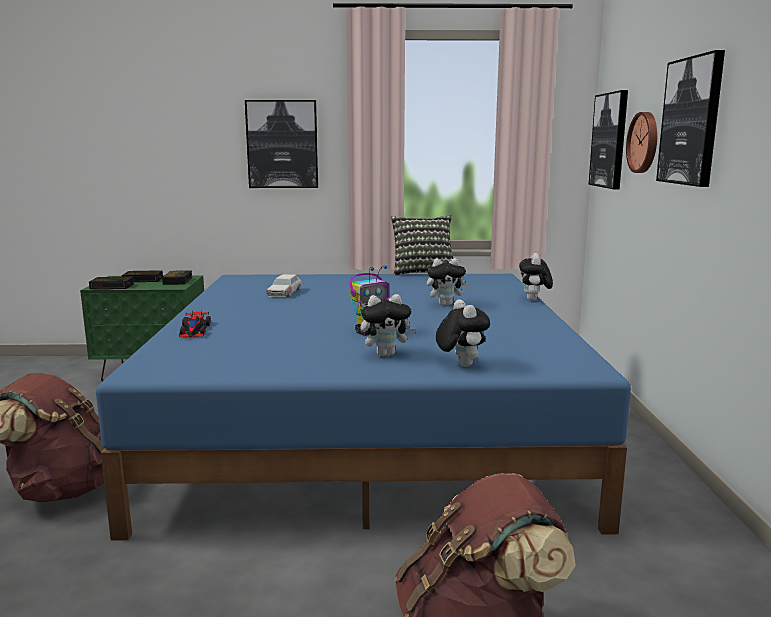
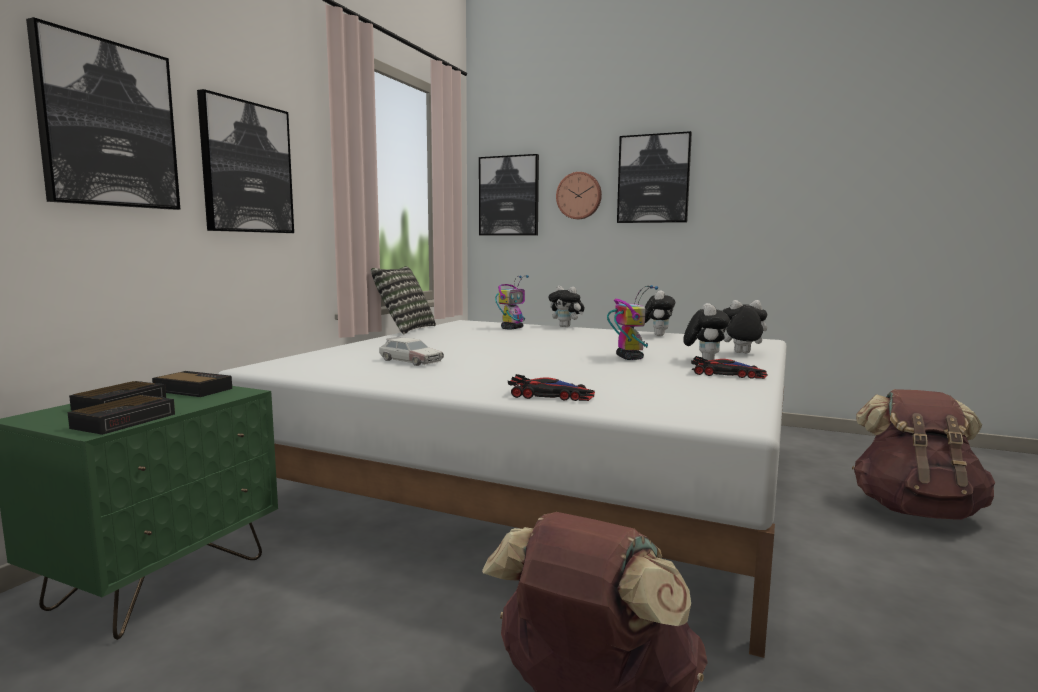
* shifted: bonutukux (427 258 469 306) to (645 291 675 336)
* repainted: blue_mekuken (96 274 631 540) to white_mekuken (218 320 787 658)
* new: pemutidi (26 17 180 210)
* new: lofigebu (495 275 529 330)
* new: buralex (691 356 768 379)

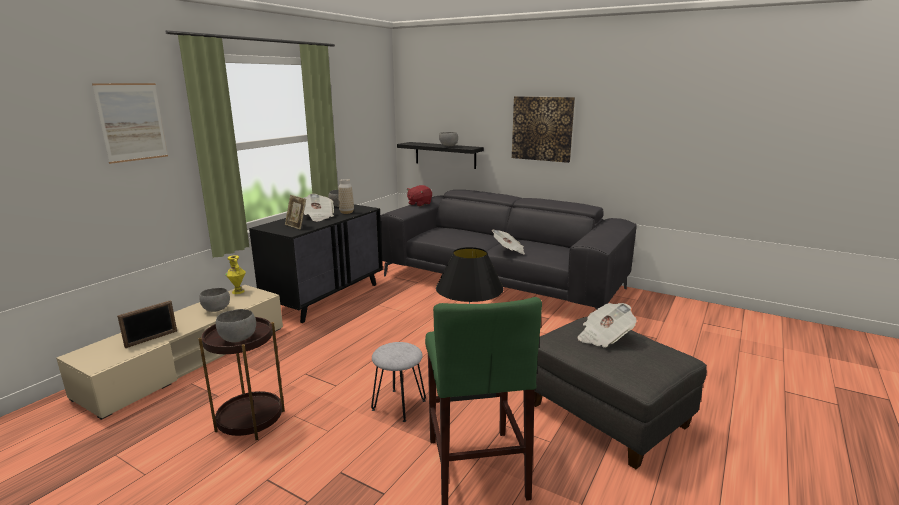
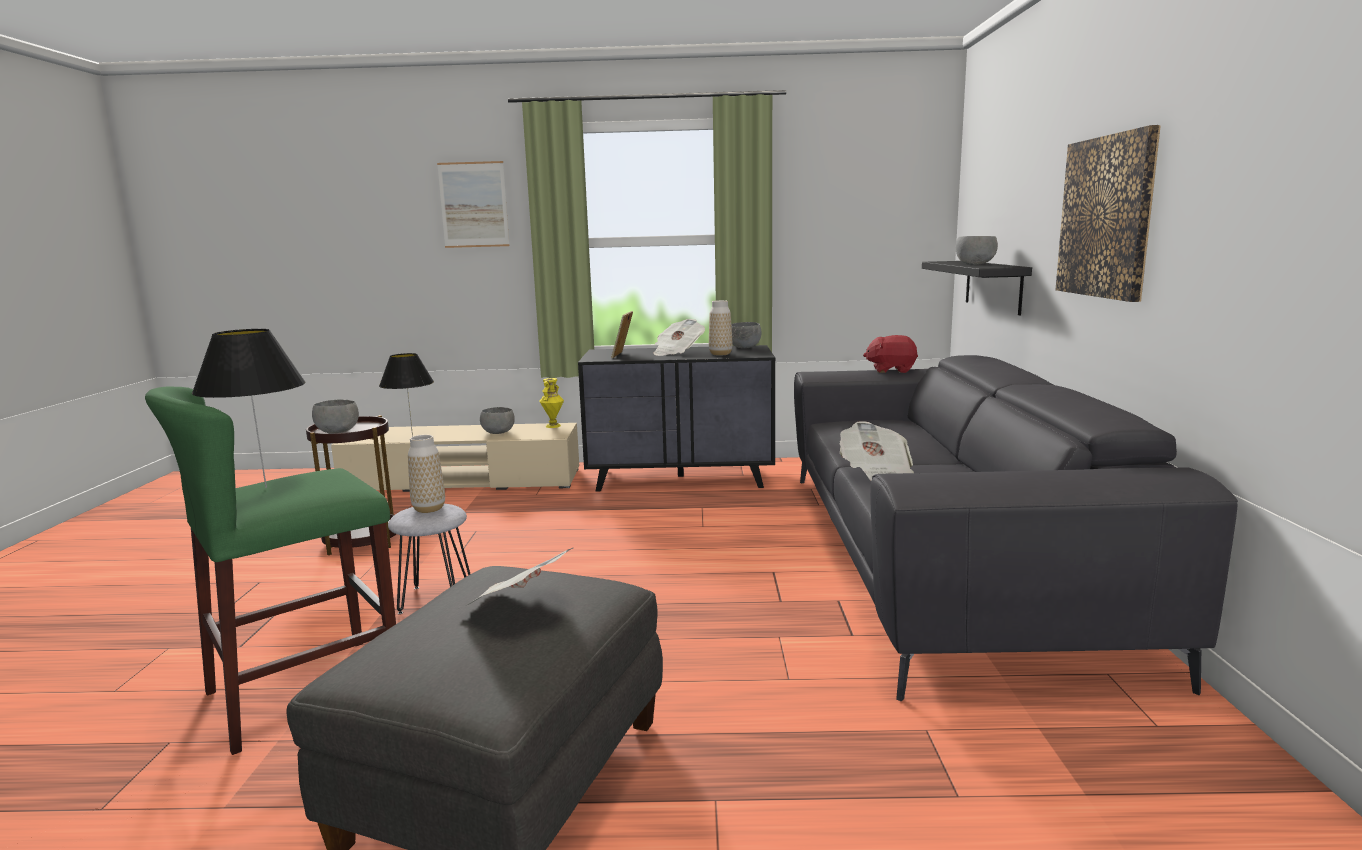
* swapped: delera (117 300 177 348) to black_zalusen (379 353 434 437)
* new: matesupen (408 435 445 513)

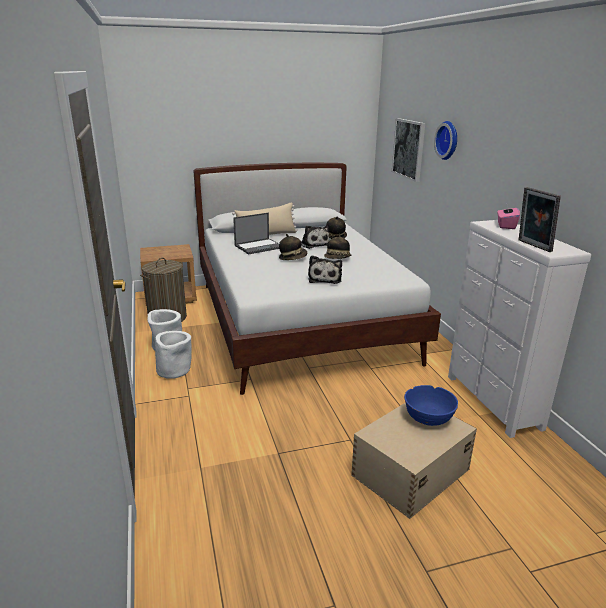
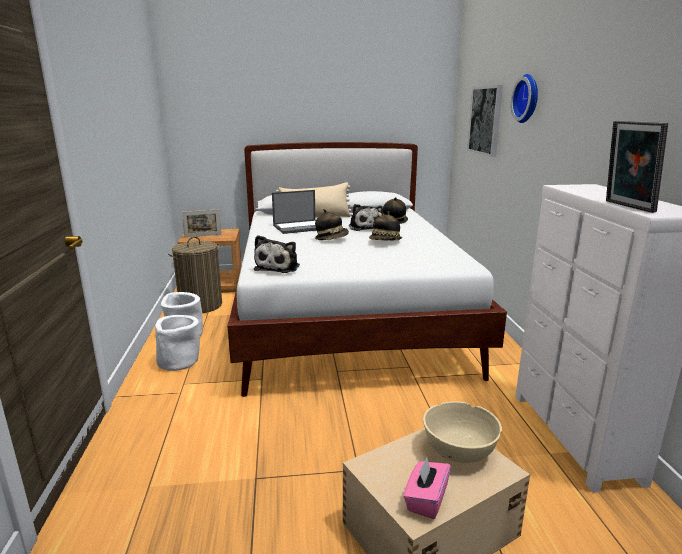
* shifted: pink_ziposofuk (497 206 520 229) to (404 458 451 519)
* shifted: bonutukux (308 255 342 284) to (254 235 300 273)
* repainted: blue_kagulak (404 385 458 426) to beige_kagulak (423 401 502 463)
* new: delera (182 209 221 238)

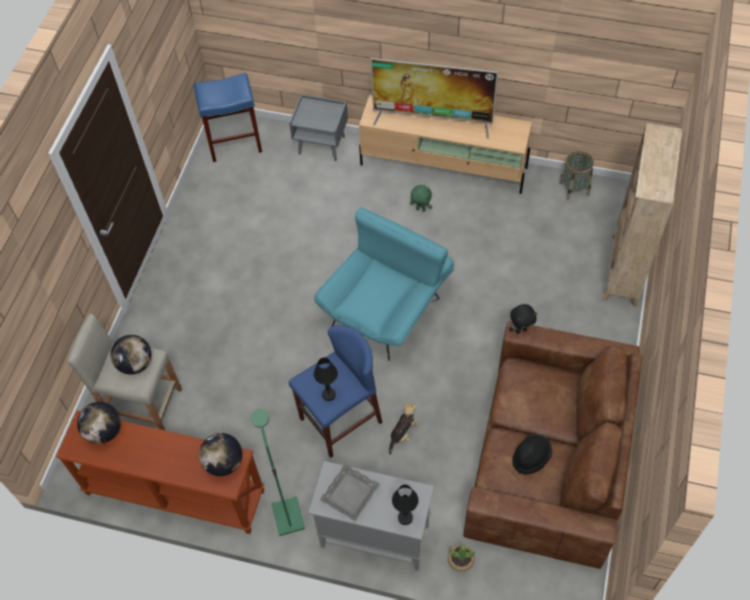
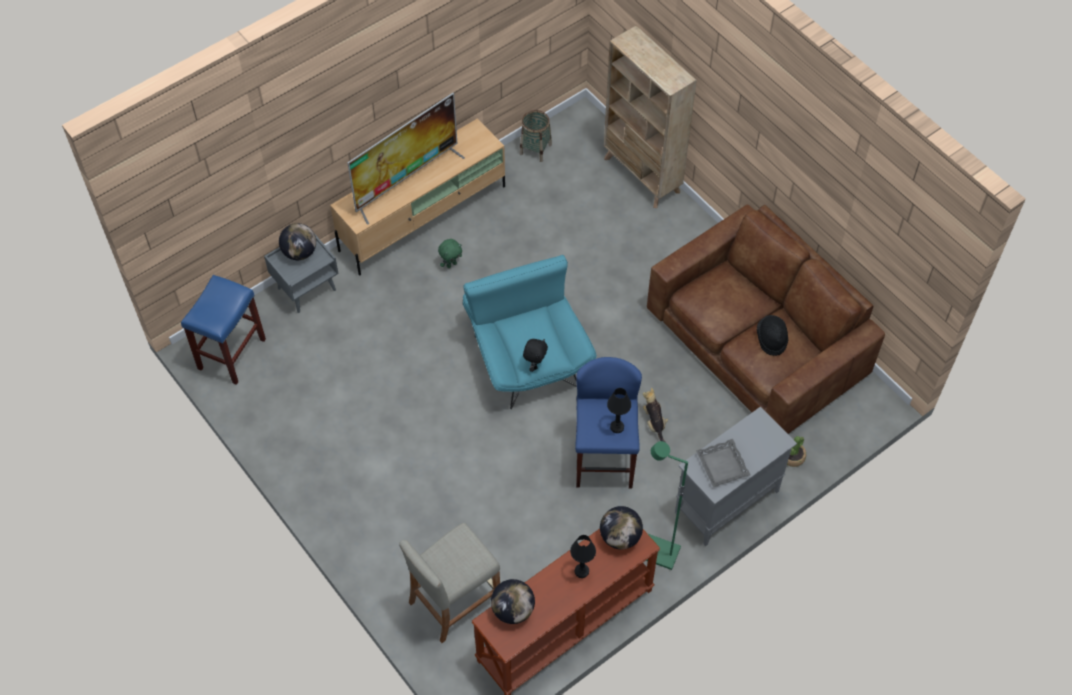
* shifted: black_bonutukux (509 304 537 334) to (523 339 548 372)
* shifted: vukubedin (111 335 151 375) to (279 223 316 260)
* shifted: black_zalusen (392 484 418 525) to (570 535 596 578)

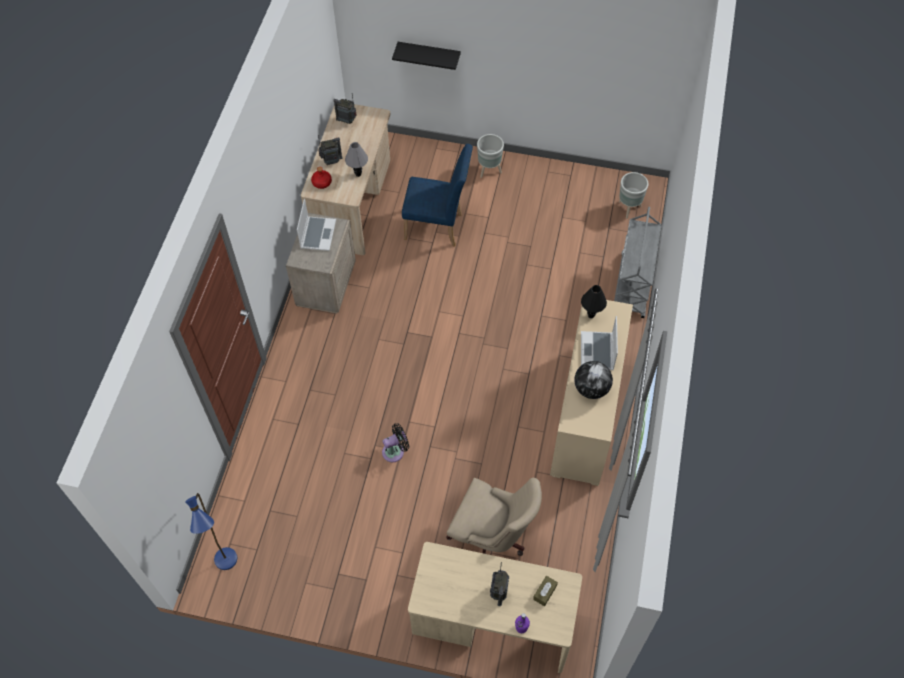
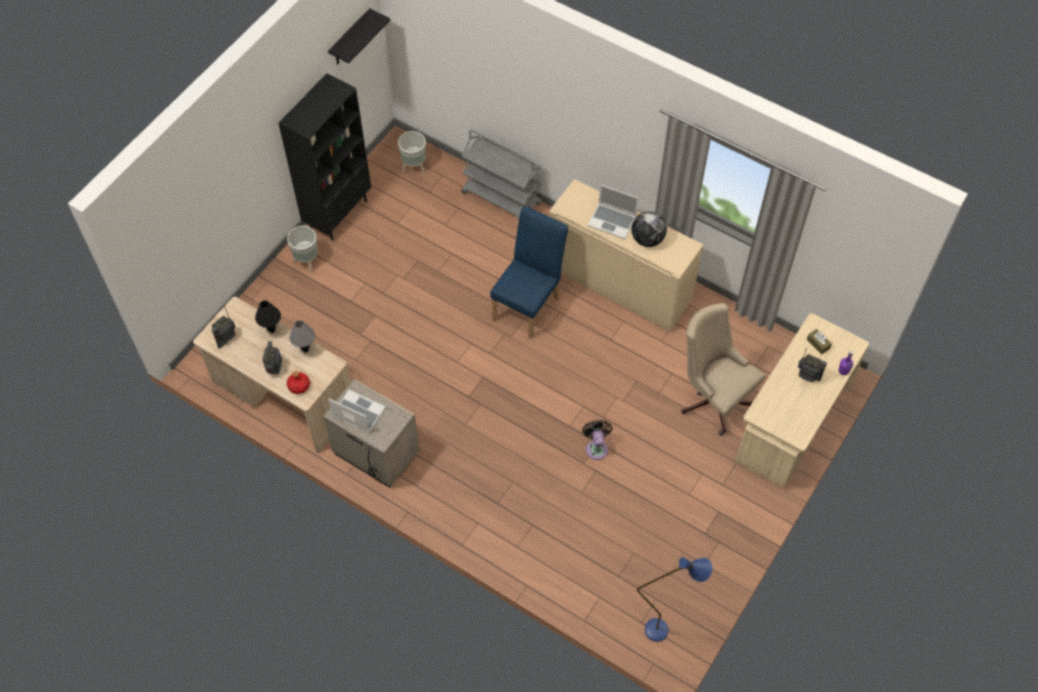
* shifted: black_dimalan (392 42 461 70) to (328 8 390 64)
* shifted: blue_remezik (402 144 473 247) to (490 206 568 339)
* shifted: black_zalusen (581 285 607 318) to (255 300 281 333)
* rotated: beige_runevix (446 478 542 556) = (681 303 766 436) 90 degrees counterclockwise
* new: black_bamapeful (279 73 371 240)

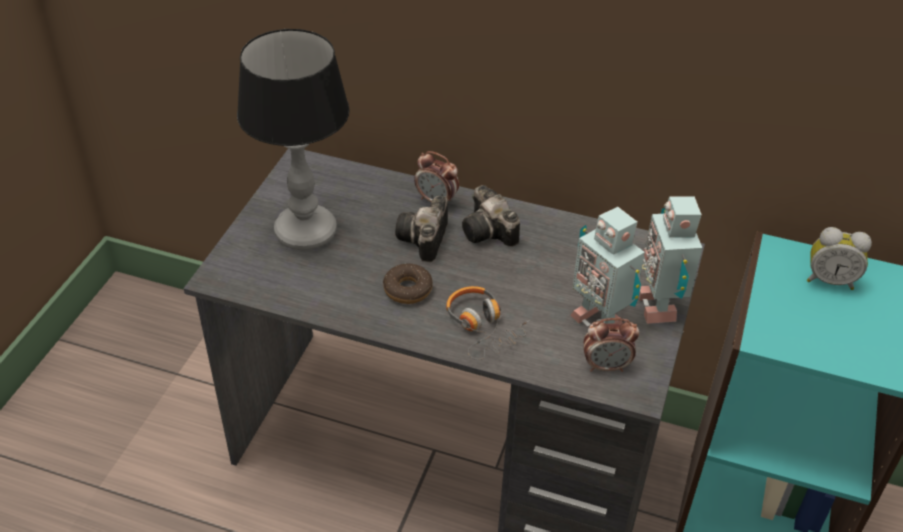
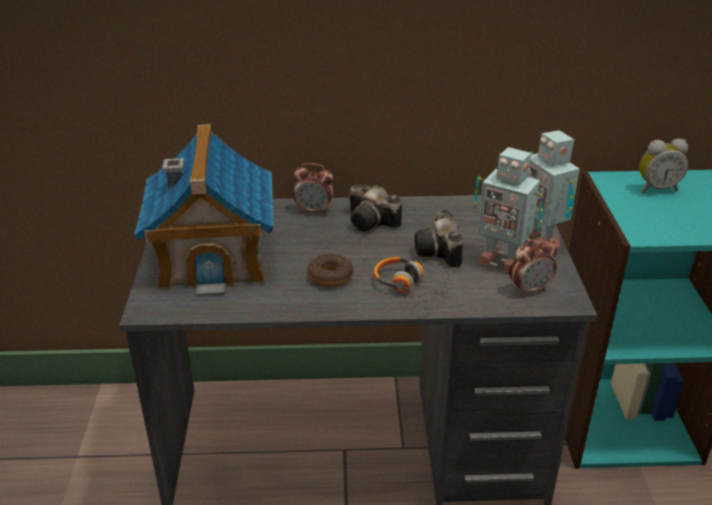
* swapped: zalusen (237 29 350 250) to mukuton (134 124 274 297)
* shifted: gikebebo (395 196 448 262) to (414 210 463 268)

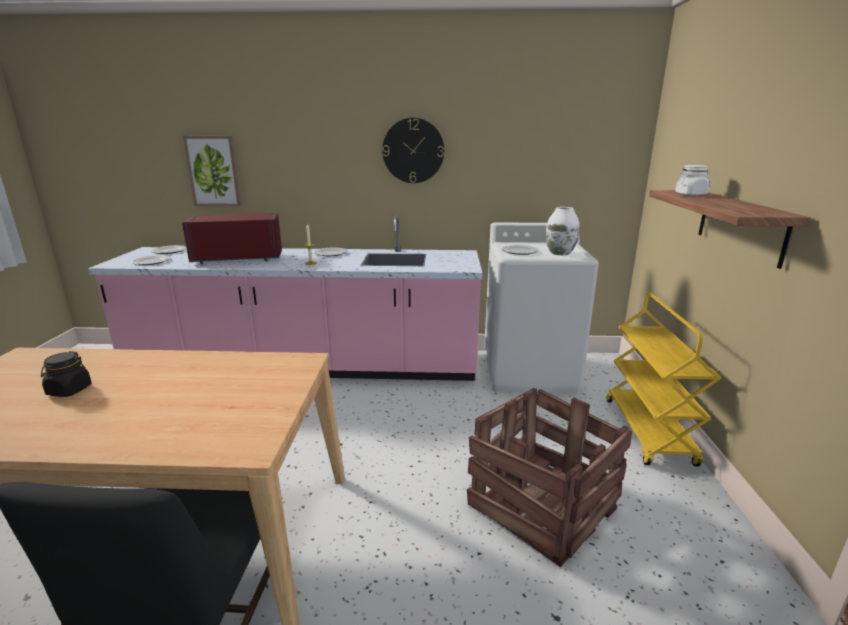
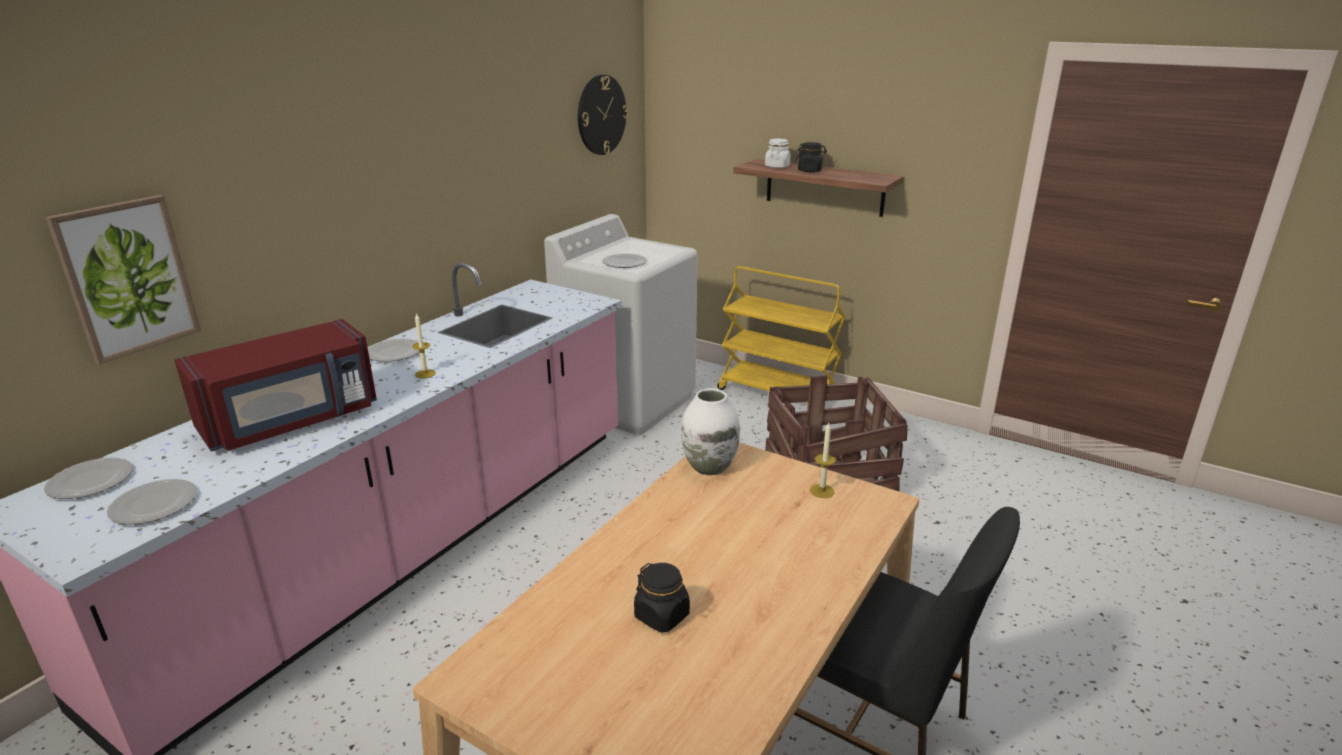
* shifted: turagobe (382 118 444 183) to (578 75 628 155)
* shifted: white_matesupen (546 207 580 255) to (681 388 740 475)
* rotated: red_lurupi (182 213 282 264) = (174 319 377 451) 150 degrees counterclockwise
* new: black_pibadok (796 142 827 172)
* new: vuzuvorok (810 423 836 498)

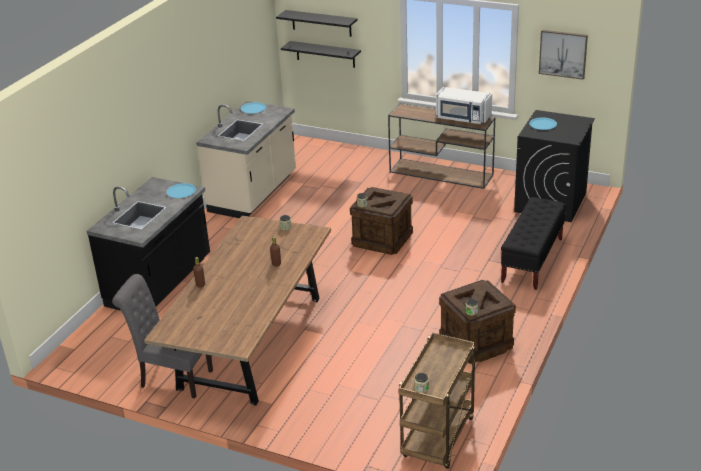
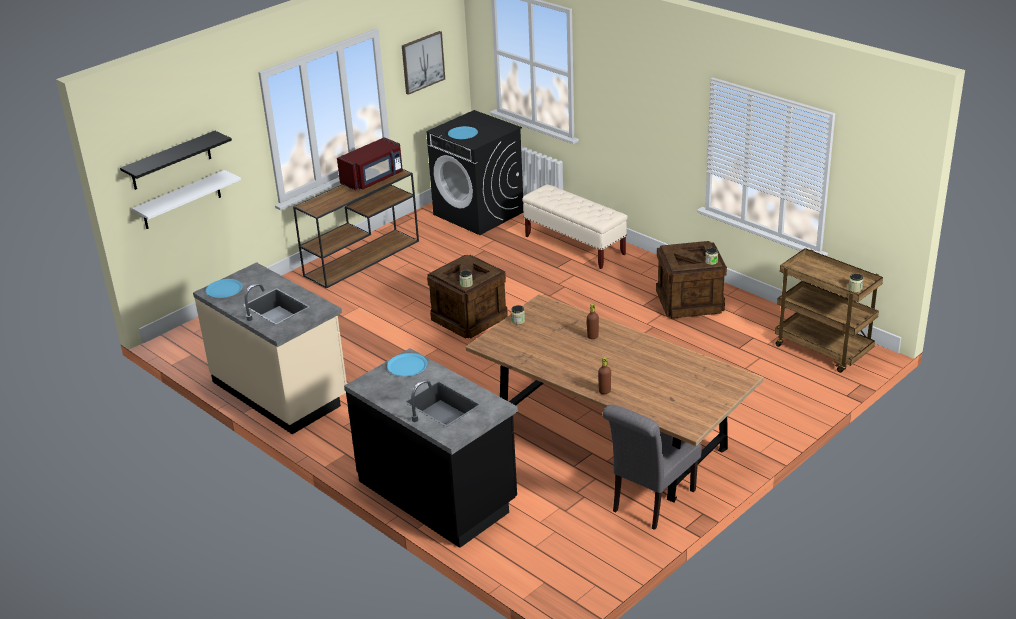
* repainted: black_dimalan (281 41 361 68) to white_dimalan (132 170 241 229)
* repainted: white_lurupi (436 87 492 124) to red_lurupi (337 137 403 191)
* repainted: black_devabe (501 197 566 290) to beige_devabe (522 184 628 269)

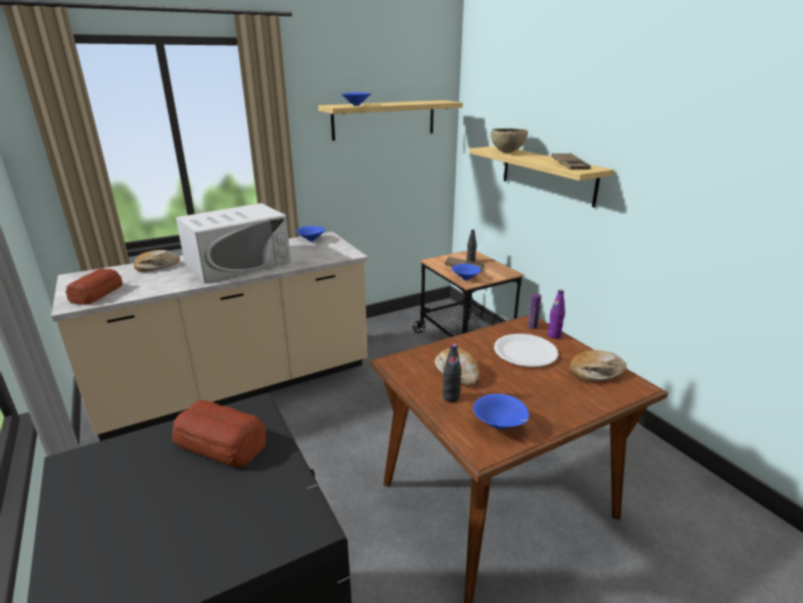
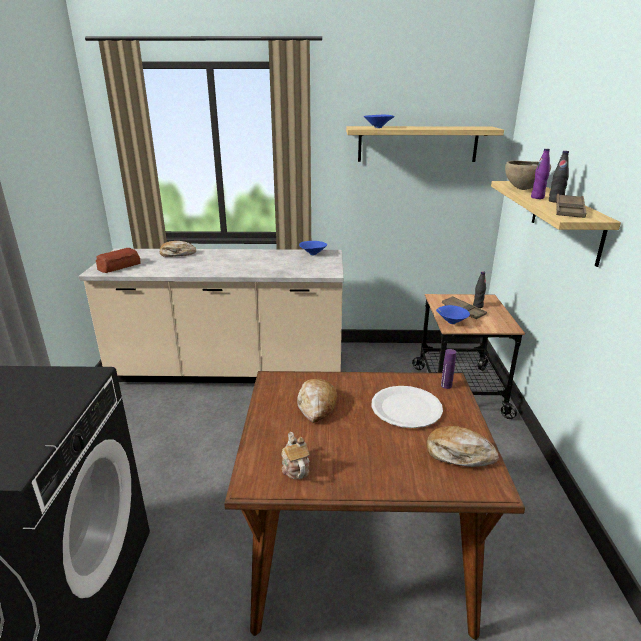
* gone: white_lurupi (176 203 291 283)
* shifted: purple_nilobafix (547 290 565 339) to (531 149 550 199)
* shifted: black_nilobafix (443 344 462 402) to (549 151 569 203)
* swapped: blue_kagulak (473 394 529 430) to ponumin (281 432 310 479)
* gone: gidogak (172 400 266 467)

